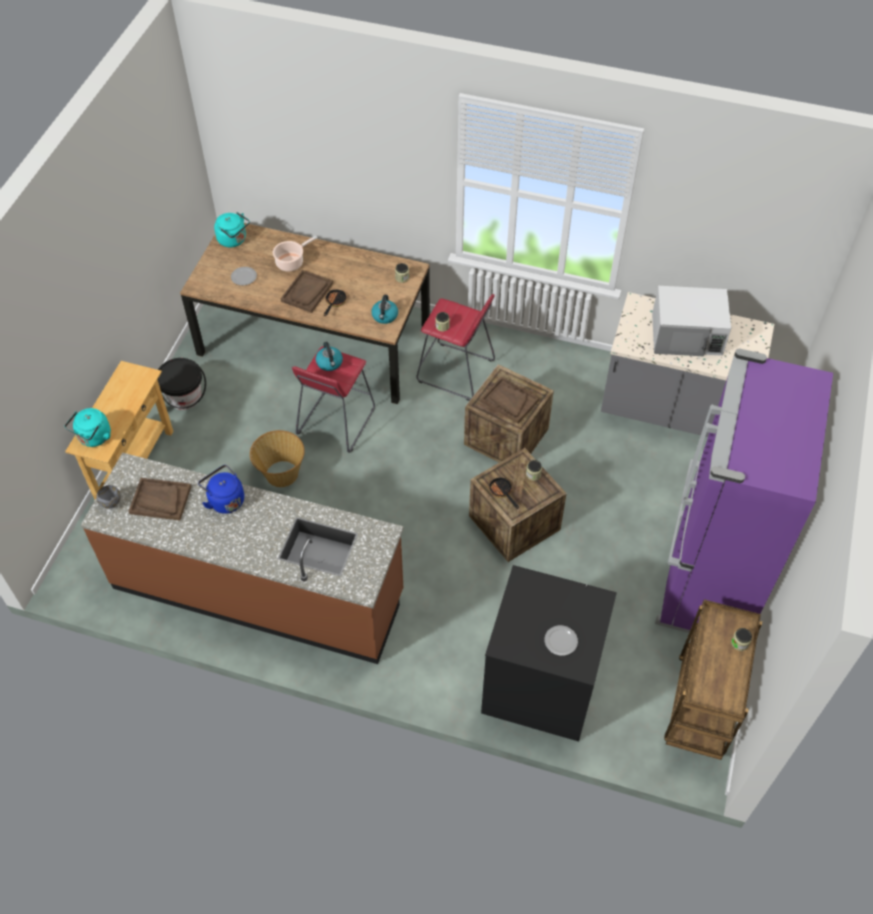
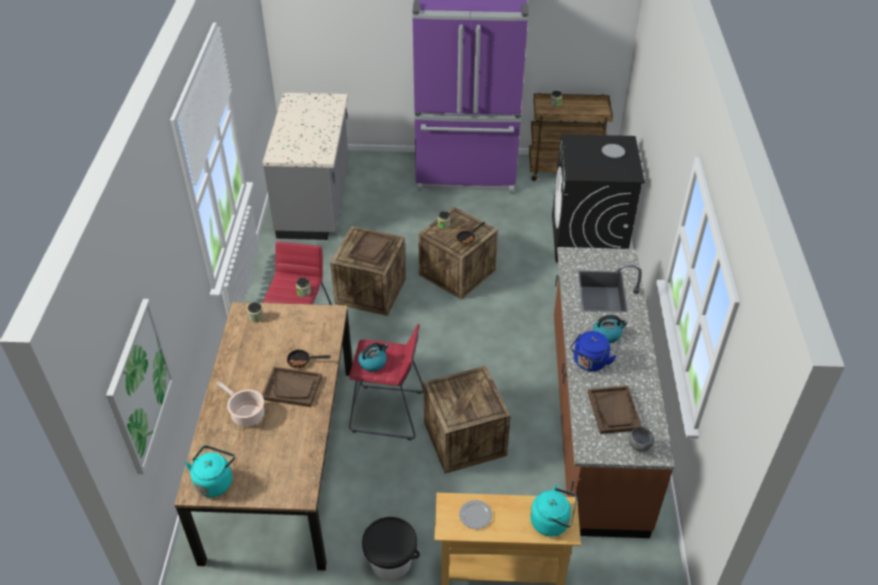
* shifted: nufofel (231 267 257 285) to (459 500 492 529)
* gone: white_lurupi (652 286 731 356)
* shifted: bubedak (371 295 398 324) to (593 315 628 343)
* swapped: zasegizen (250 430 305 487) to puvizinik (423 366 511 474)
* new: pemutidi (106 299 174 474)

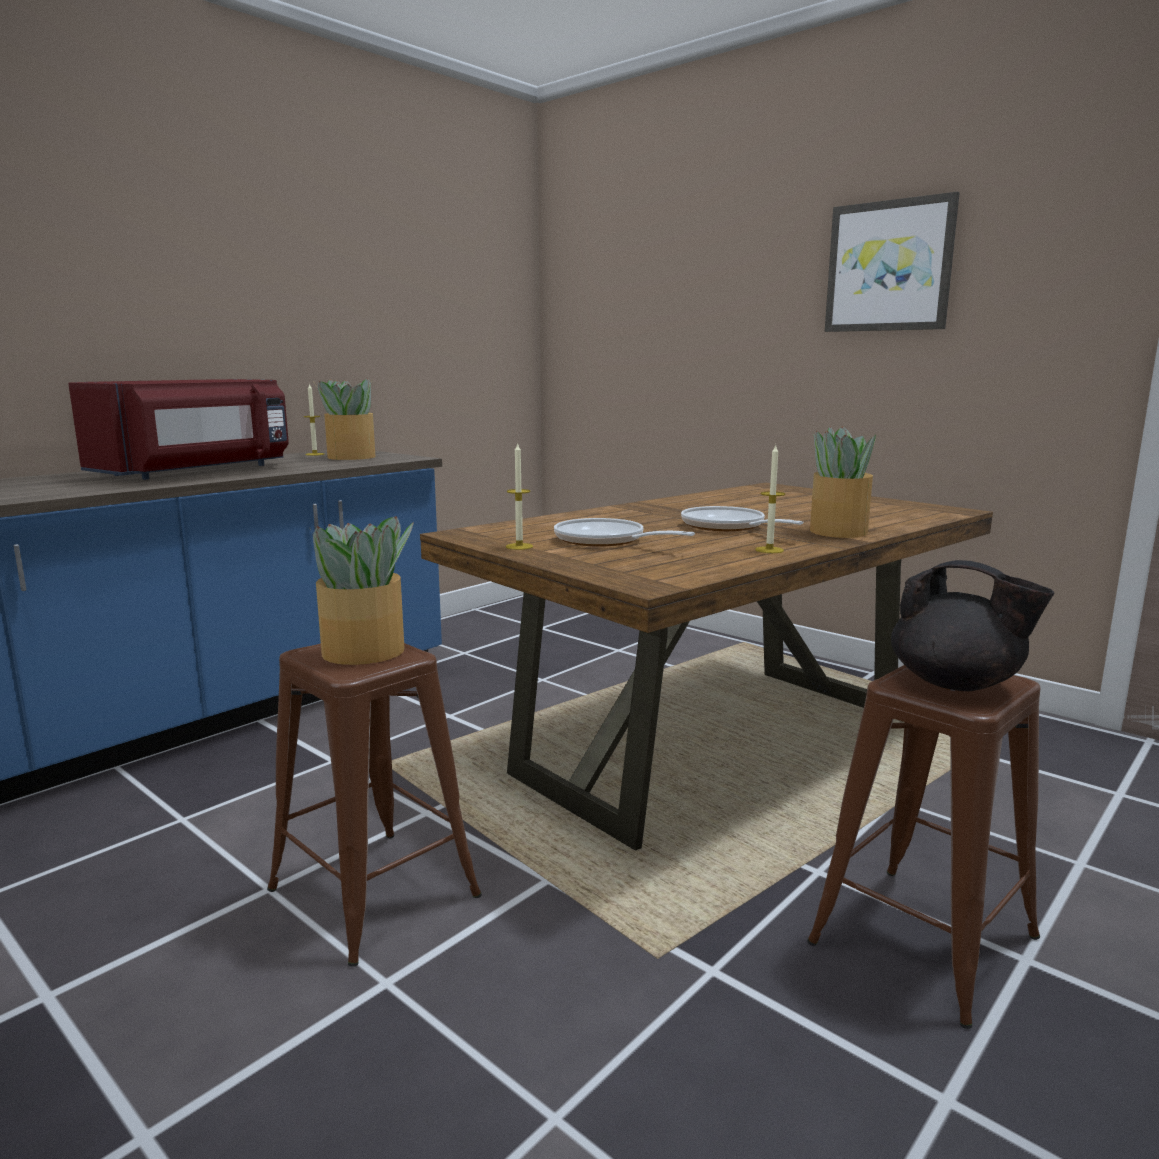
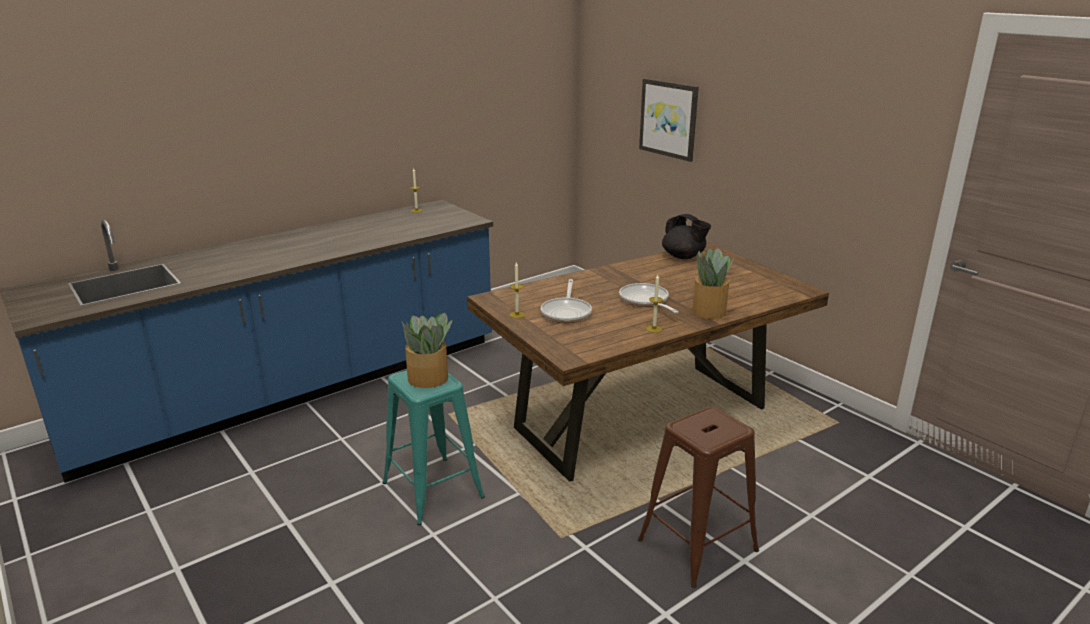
* shifted: pemutidi (825 192 960 332) to (639 78 699 162)
* gone: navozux (316 378 375 460)
* gone: red_lurupi (68 379 289 480)
* rotated: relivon (554 518 695 547) = (541 279 592 323) 135 degrees counterclockwise
* shifted: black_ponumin (891 560 1054 691) to (662 214 711 259)
* repainted: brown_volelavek (267 643 482 967) to turquoise_volelavek (382 370 485 525)

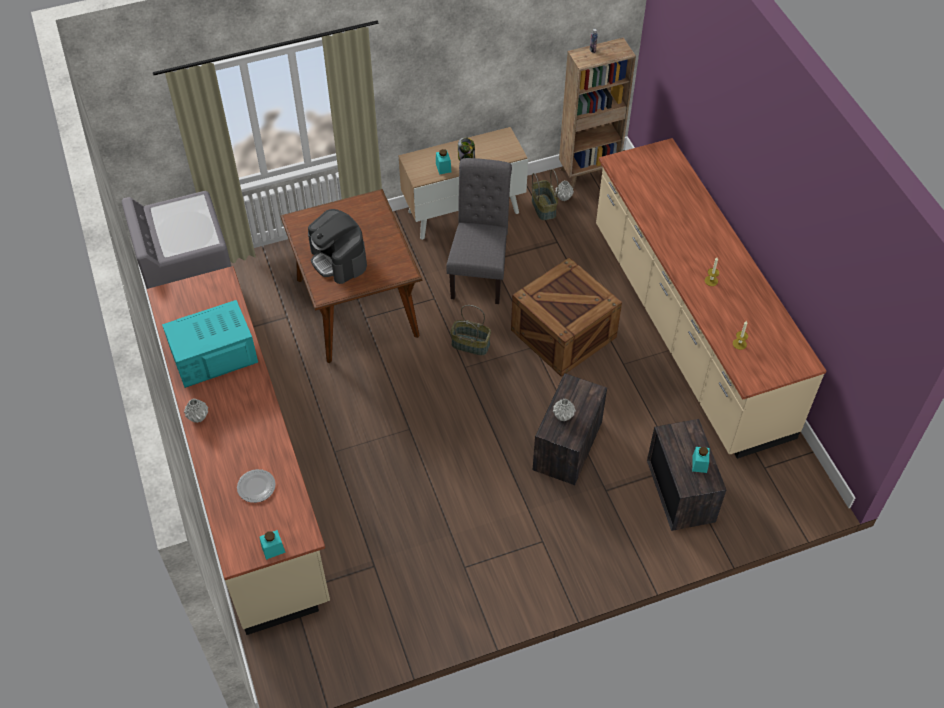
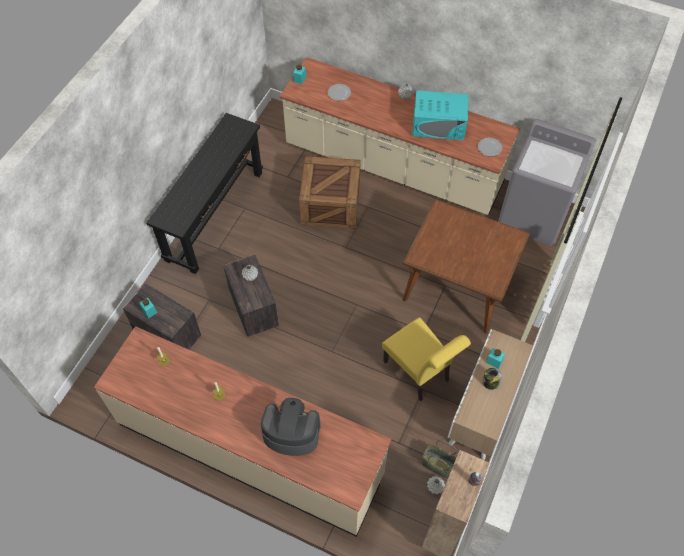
* repainted: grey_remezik (446 158 512 304) to yellow_remezik (382 317 471 402)
* shifted: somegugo (308 209 367 284) to (261 398 320 456)
* shifted: puvizinik (511 257 622 377) to (299 156 361 229)
* rotated: turquoise_lurupi (162 300 258 388) = (412 90 469 140) 75 degrees clockwise
* gone: zasegizen (450 305 491 355)
* new: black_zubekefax (146 113 263 274)
* new: nufofel (478 138 502 156)

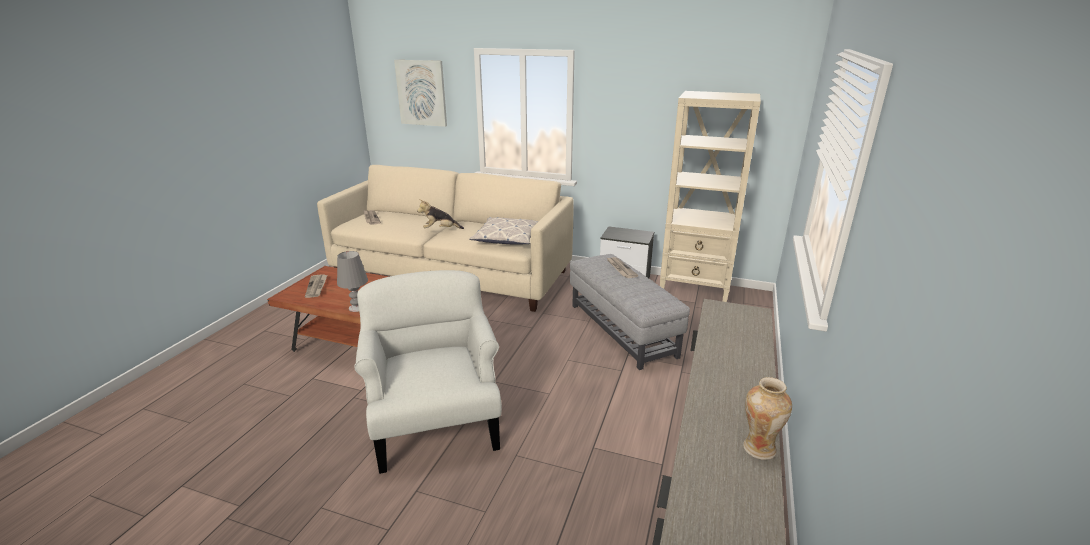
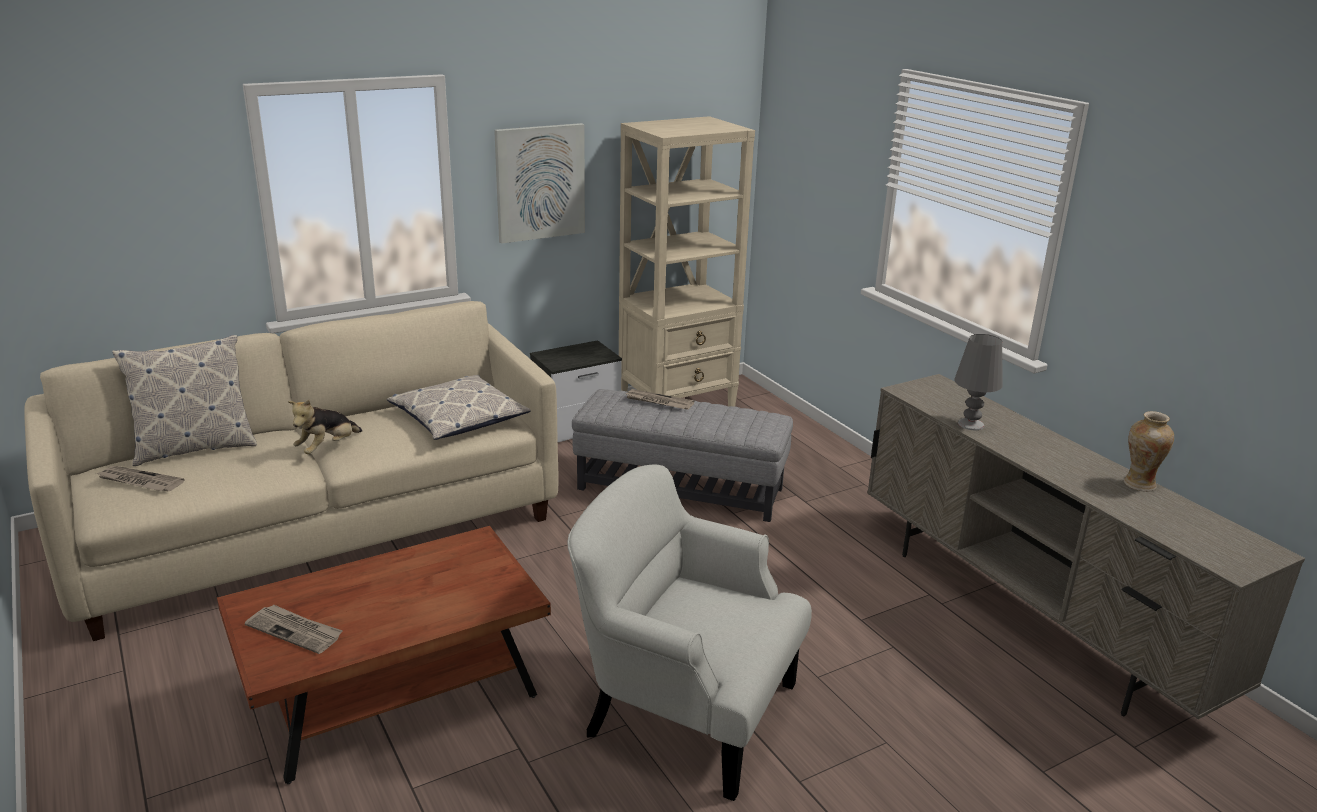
* shifted: pemutidi (394 60 447 127) to (494 123 585 244)
* shifted: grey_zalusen (337 251 368 312) to (954 334 1002 430)
* new: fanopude (112 335 257 466)

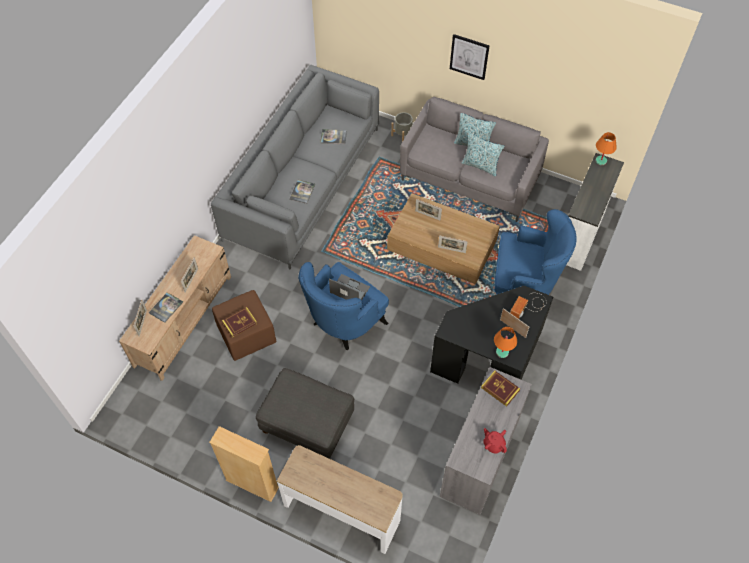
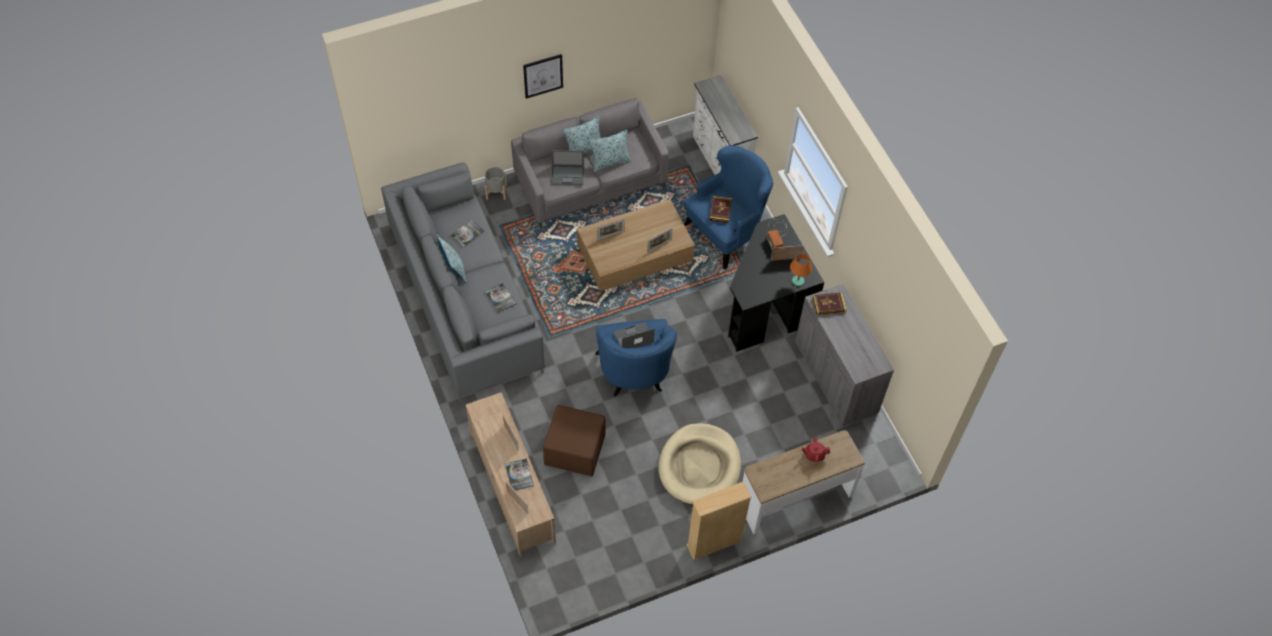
* gone: orange_zalusen (596 132 617 165)
* shifted: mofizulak (222 307 257 338) to (709 196 732 223)
* swapped: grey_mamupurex (256 368 354 459) to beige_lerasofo (659 423 741 505)
* shifted: red_ponumin (483 428 507 454) to (802 436 830 462)
* new: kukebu (551 150 584 185)
* new: fanopude (437 235 467 283)

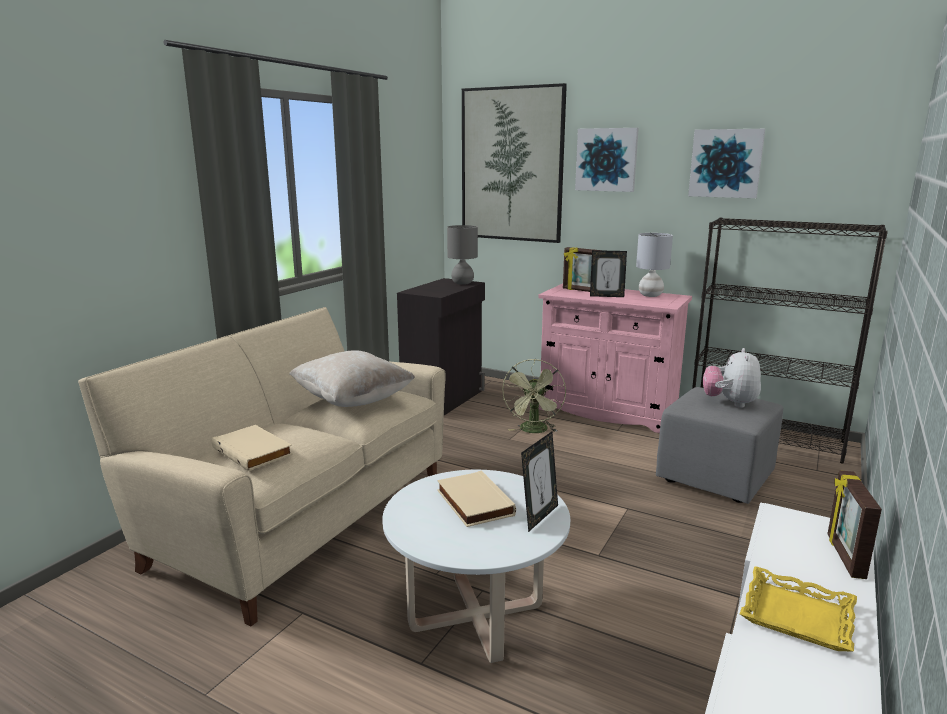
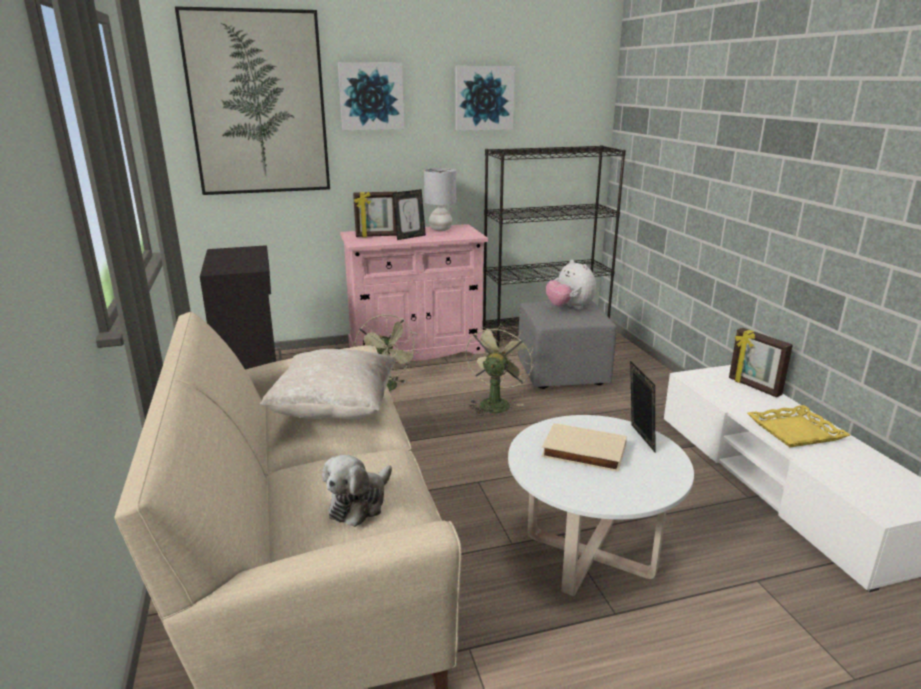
* gone: grey_zalusen (447 225 478 285)
* swapped: beige_mofizulak (212 425 293 471) to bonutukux (322 455 392 527)
* new: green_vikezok (466 323 533 416)

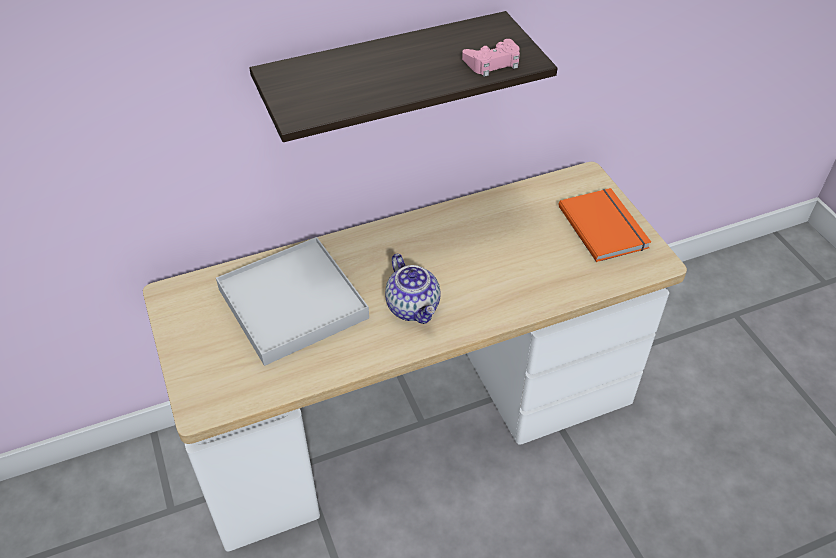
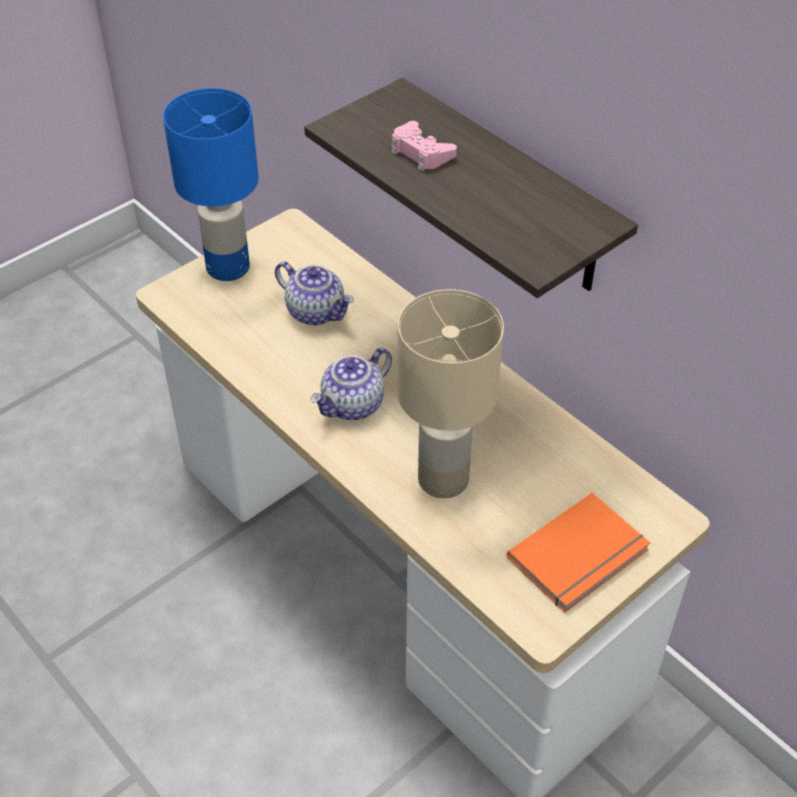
* shifted: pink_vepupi (462 39 520 77) to (391 121 457 171)
* swapped: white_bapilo (216 237 369 366) to ponumin (275 261 354 326)
* new: blue_zalusen (163 88 259 281)
* new: beige_zalusen (398 289 504 498)

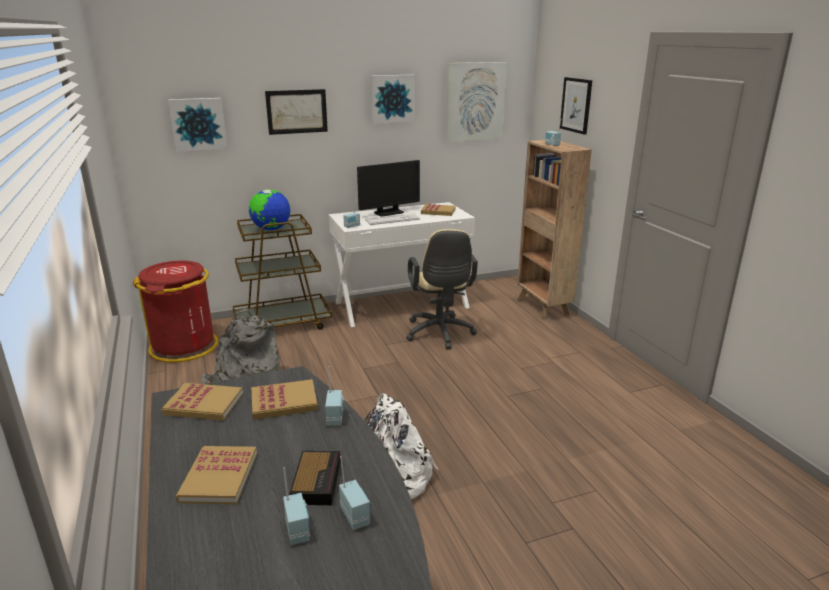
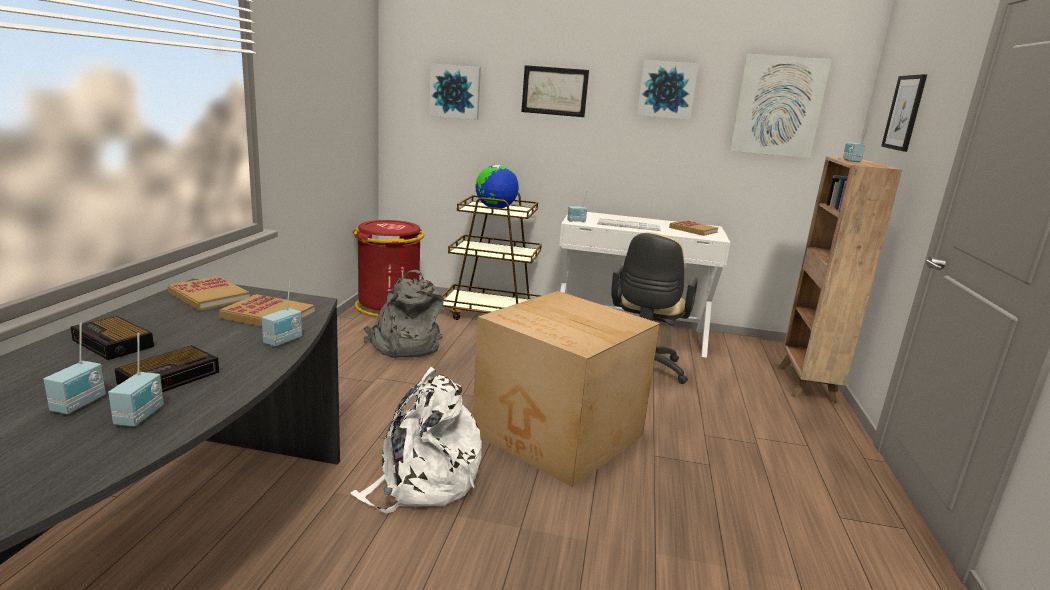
* gone: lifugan (357 160 420 216)
* swapped: mofizulak (176 446 257 504) to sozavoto (71 316 154 360)
* new: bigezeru (472 291 660 488)

